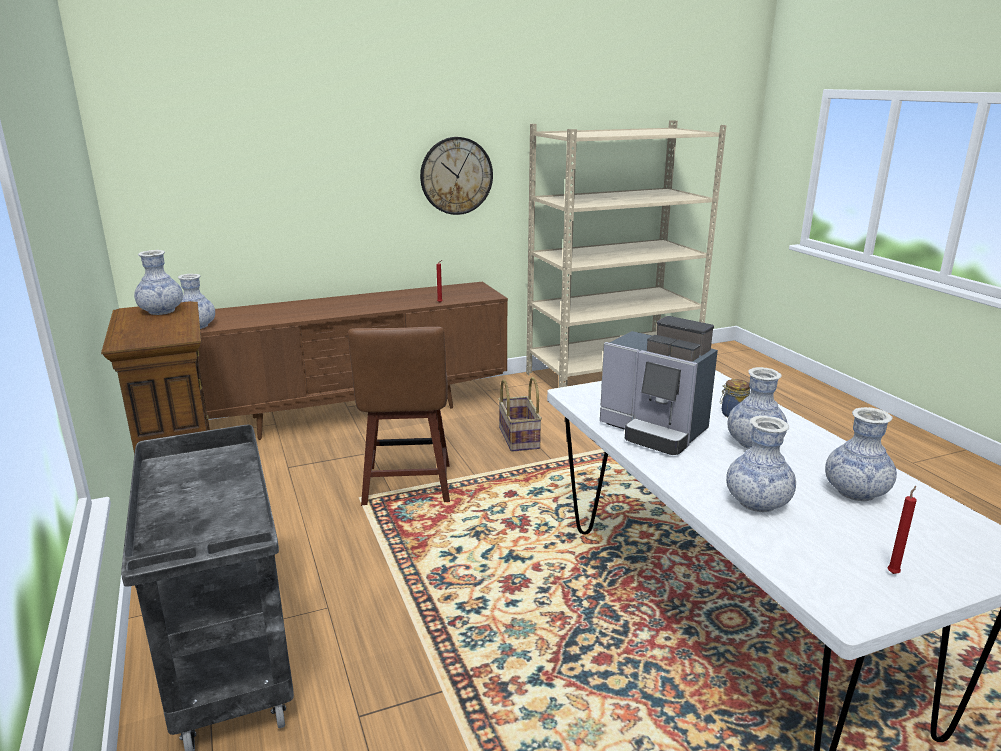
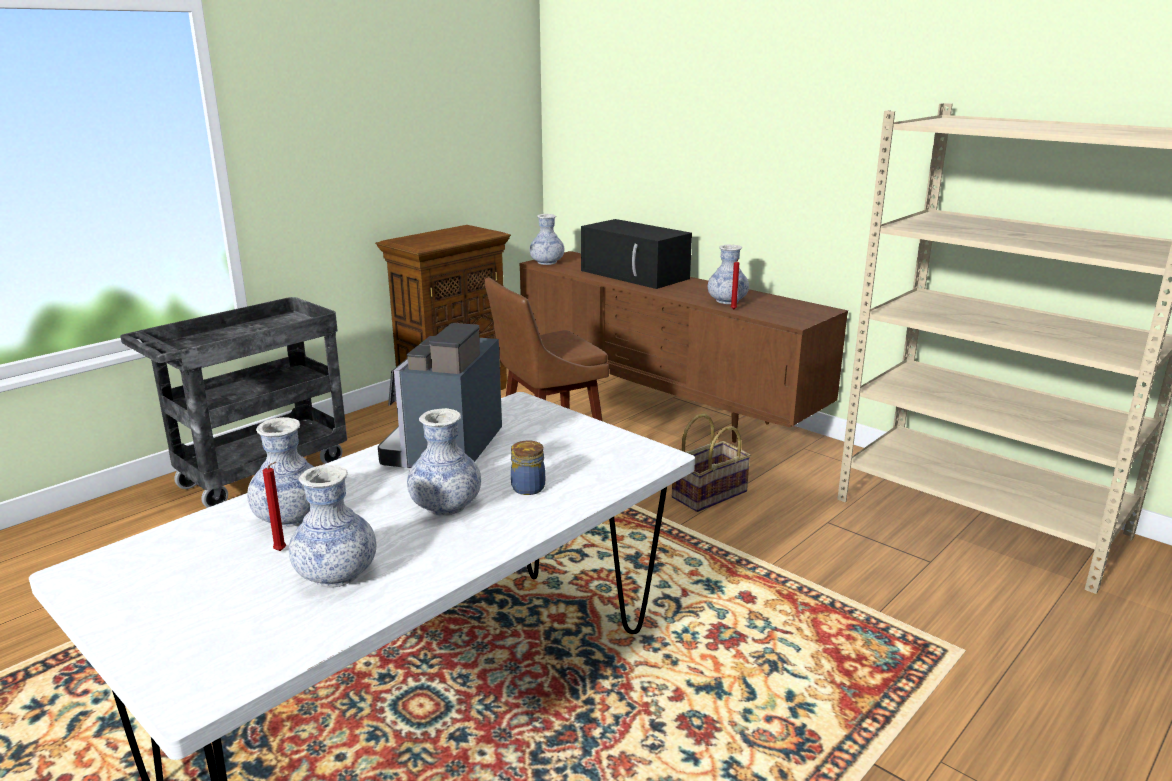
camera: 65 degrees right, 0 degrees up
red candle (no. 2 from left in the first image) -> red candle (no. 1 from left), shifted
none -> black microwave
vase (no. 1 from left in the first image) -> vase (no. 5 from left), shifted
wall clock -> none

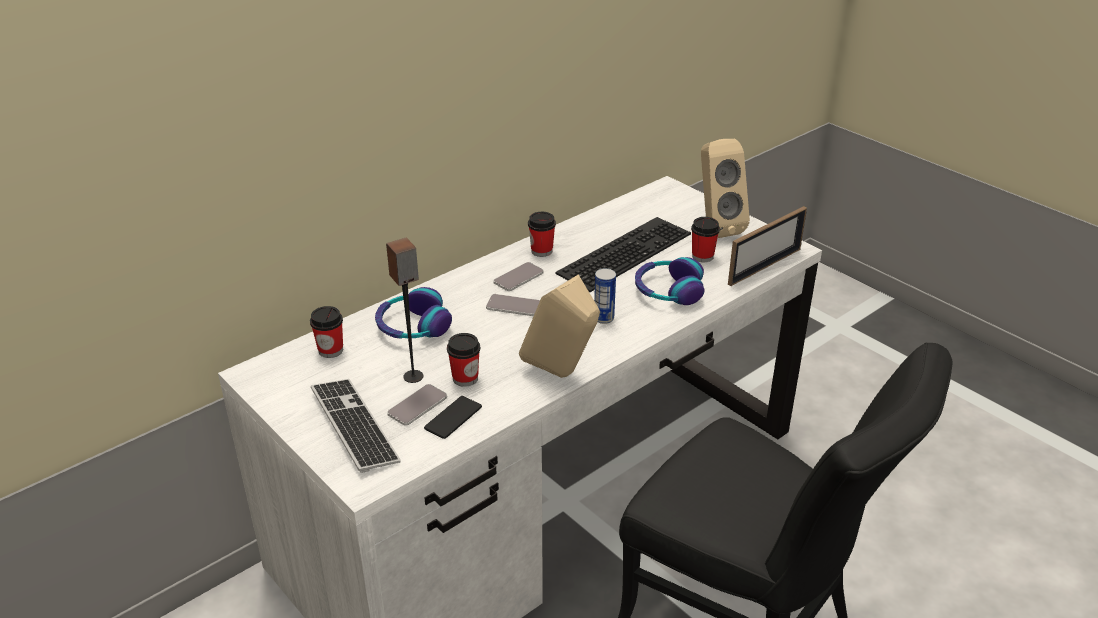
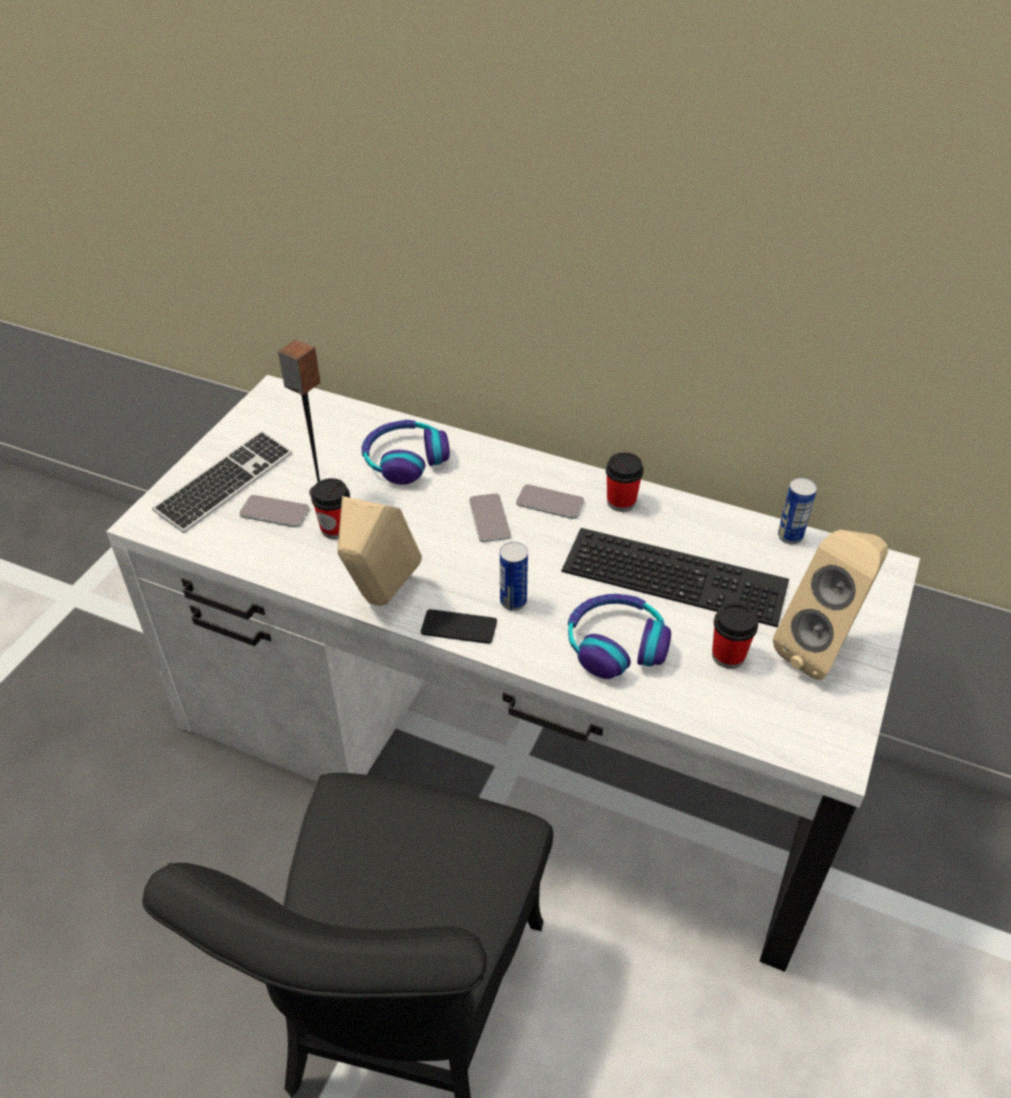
camera: 65 degrees right, 10 degrees up
phone (no. 2 from left), shifted
none -> can (no. 2 from left)
cup (no. 1 from left) -> none
picture frame -> none

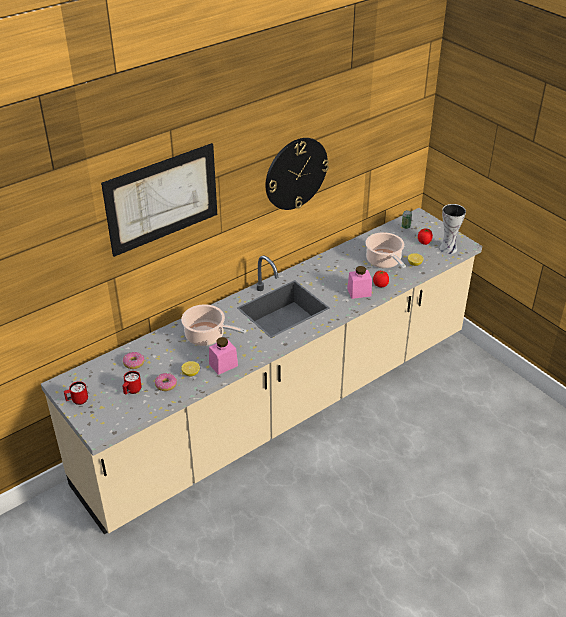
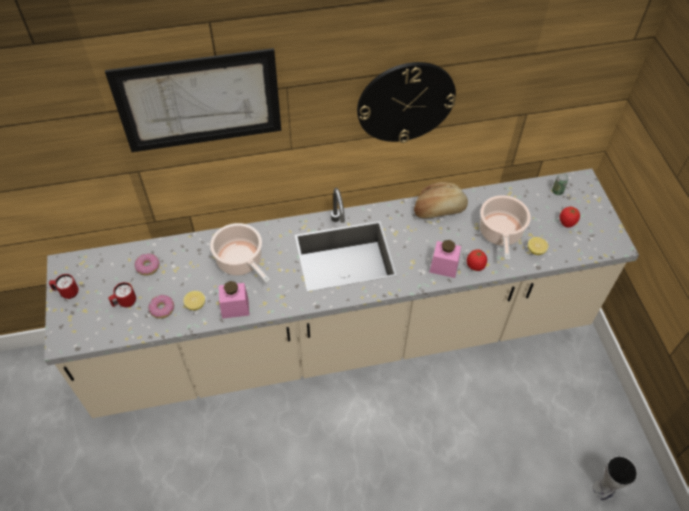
camera: 25 degrees right, 15 degrees up
none -> bread
vase, shifted

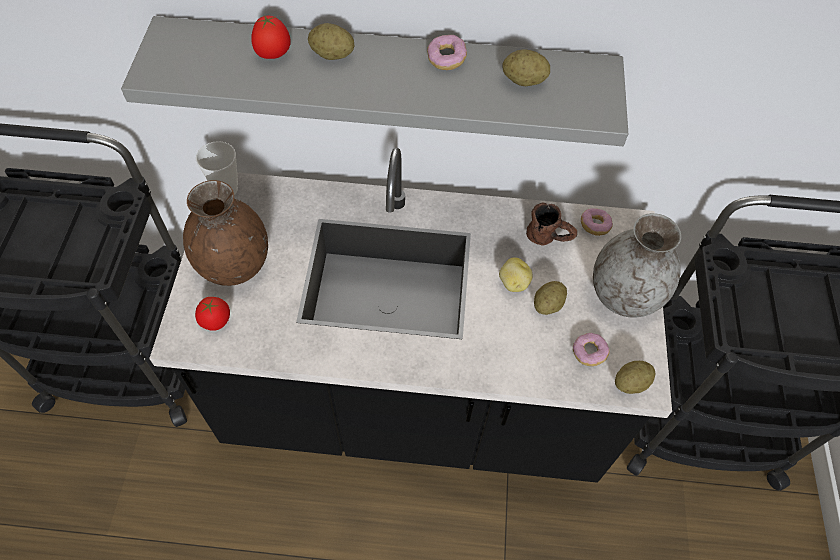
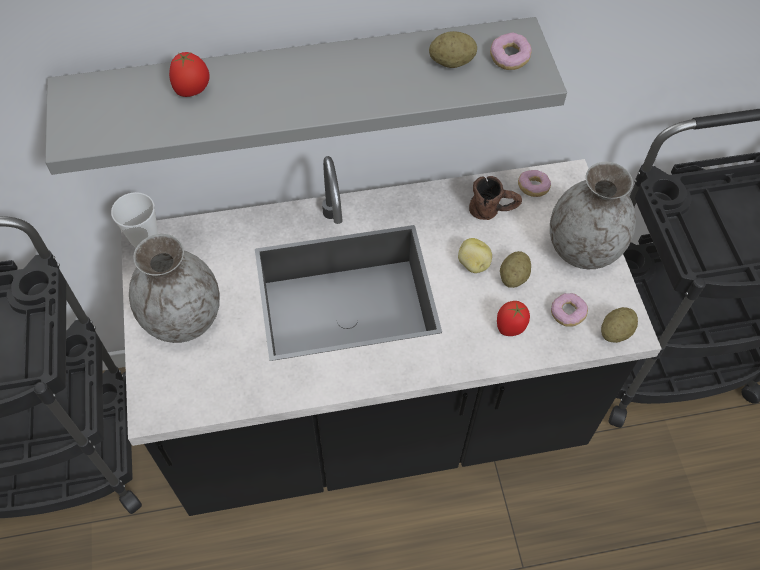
camera: 15 degrees left, 0 degrees up
brown vase -> grey vase (no. 1 from left)
donut (no. 1 from left), shifted
tomato (no. 1 from left in the first image) -> tomato (no. 2 from left), shifted
potato (no. 1 from left) -> none

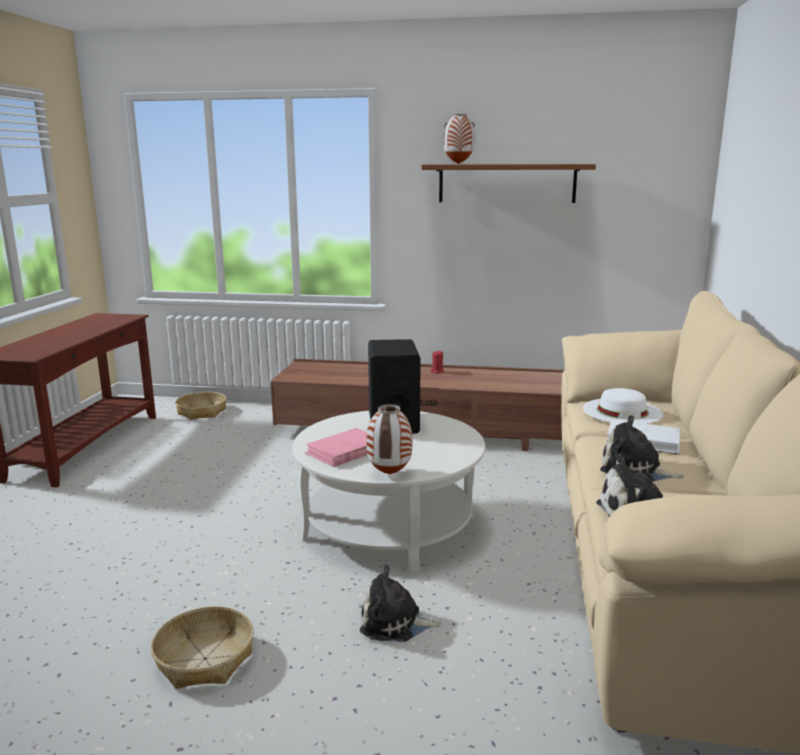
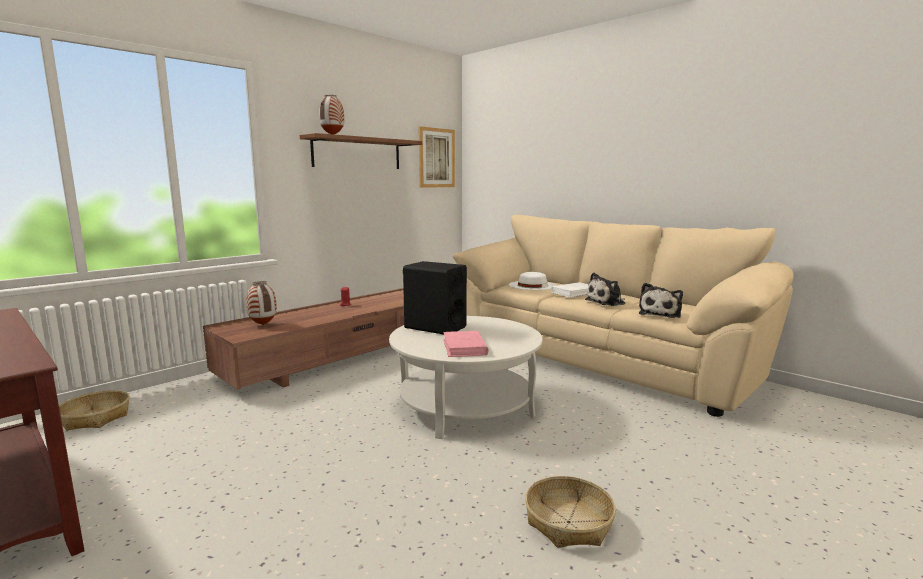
camera: 55 degrees left, 5 degrees down
vase (no. 1 from left), shifted
none -> picture
plush toy (no. 1 from left) -> none

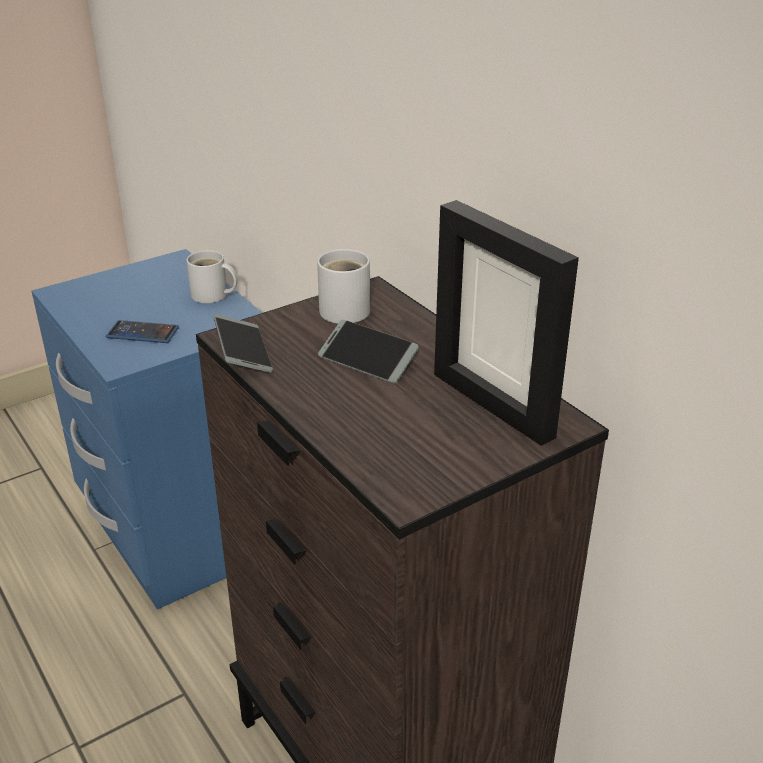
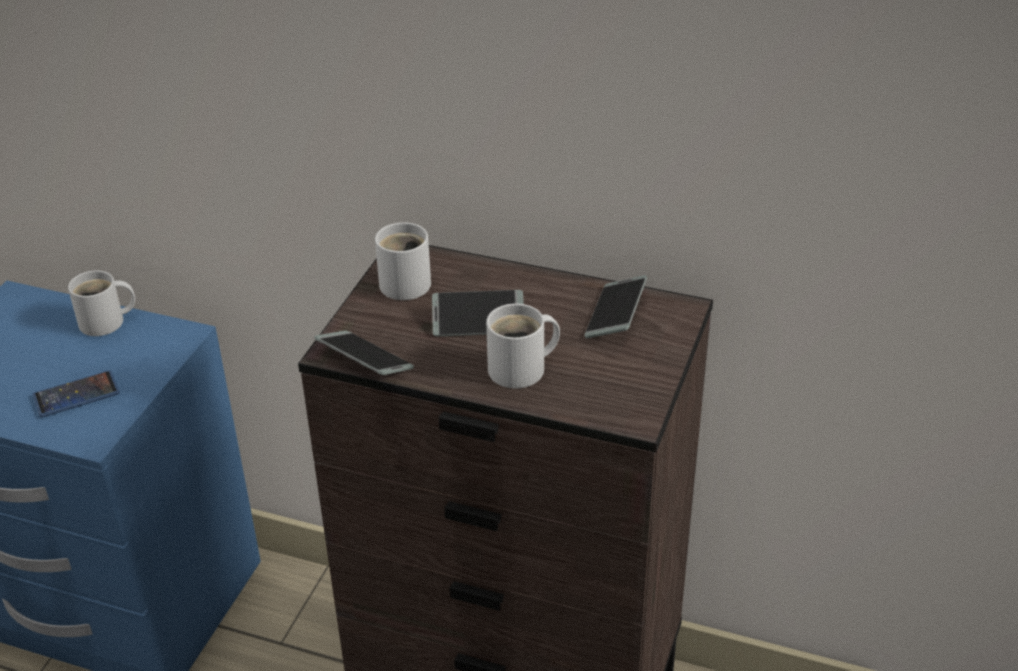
camera: 35 degrees left, 5 degrees up
none -> white mug (no. 3 from left)
picture frame -> phone (no. 4 from left)

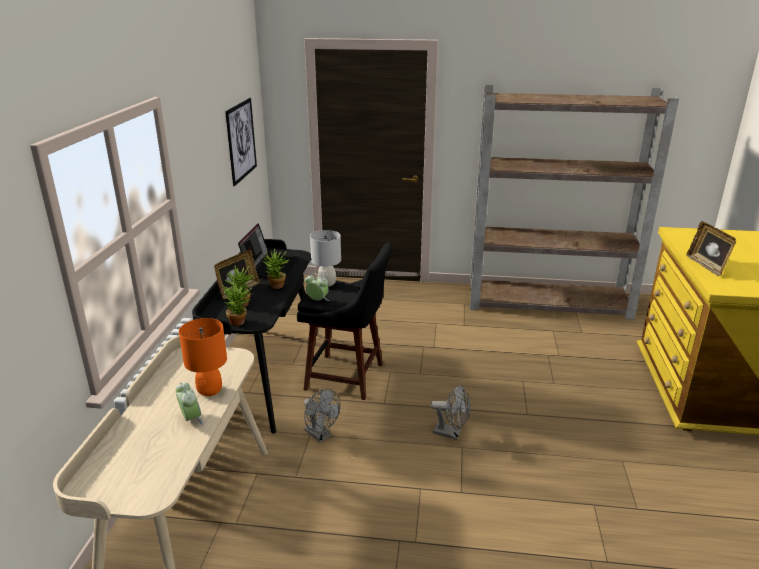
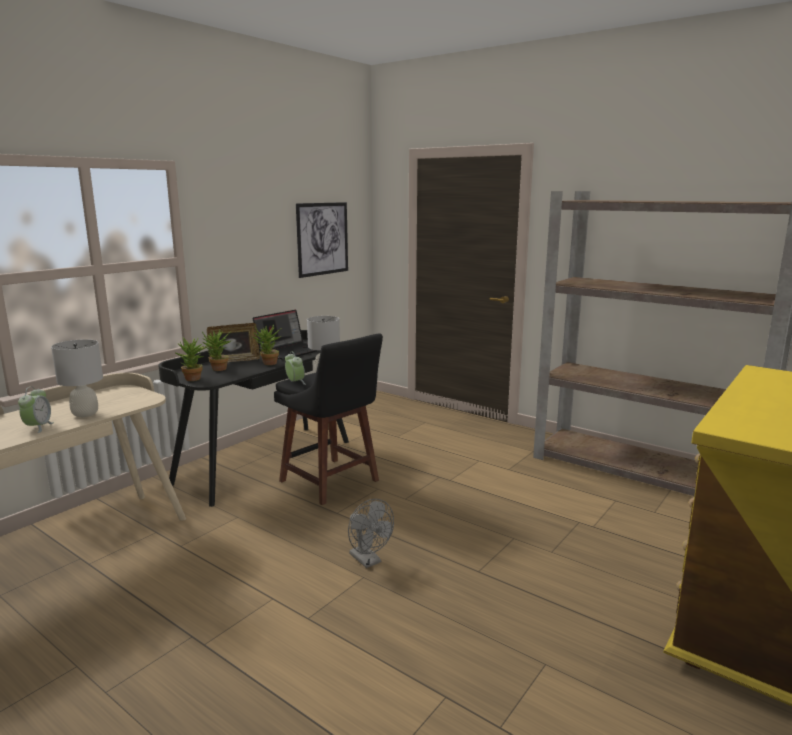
camera: 30 degrees right, 10 degrees down
orange table lamp -> grey table lamp (no. 1 from left)
grey fan (no. 1 from left) -> none
picture frame (no. 2 from left) -> none

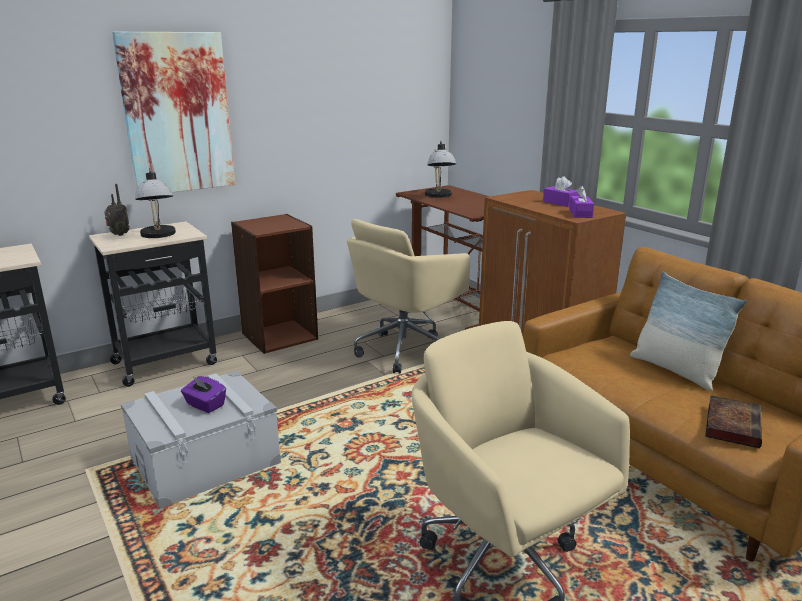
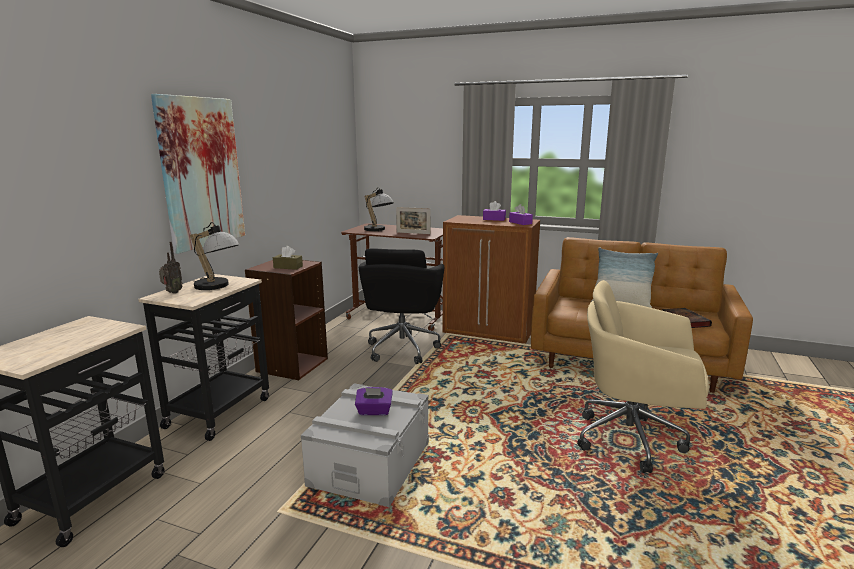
camera: 35 degrees left, 5 degrees down
none -> brown tissue box
beige office chair (no. 1 from left) -> black office chair
none -> picture frame

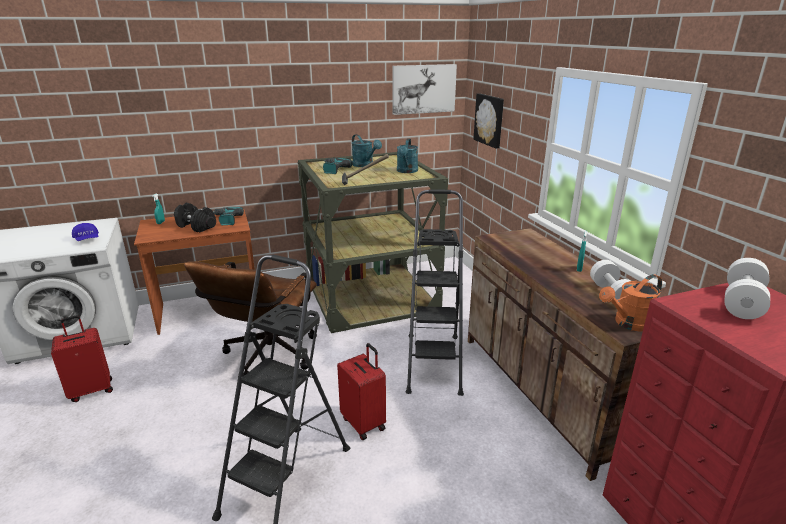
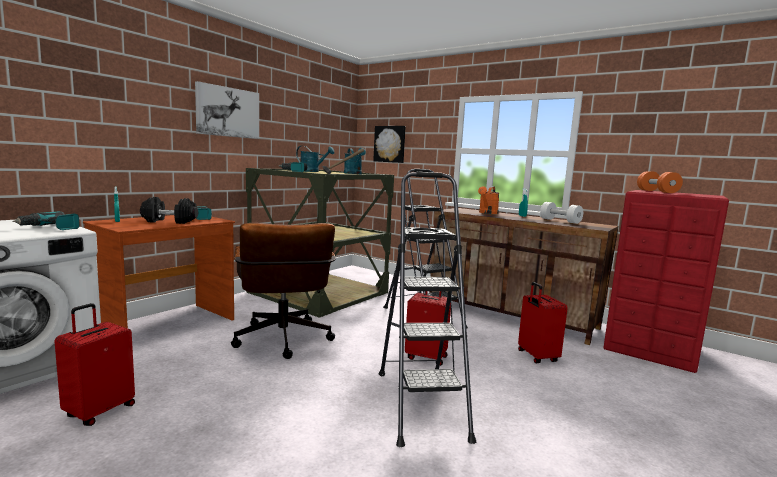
camera: 35 degrees left, 15 degrees down
blue cap -> power drill (no. 1 from left)
picture (no. 1 from left), shifted
orange watering can, shifted
none -> red suitcase (no. 3 from left)
white dumbbell (no. 2 from left) -> orange dumbbell

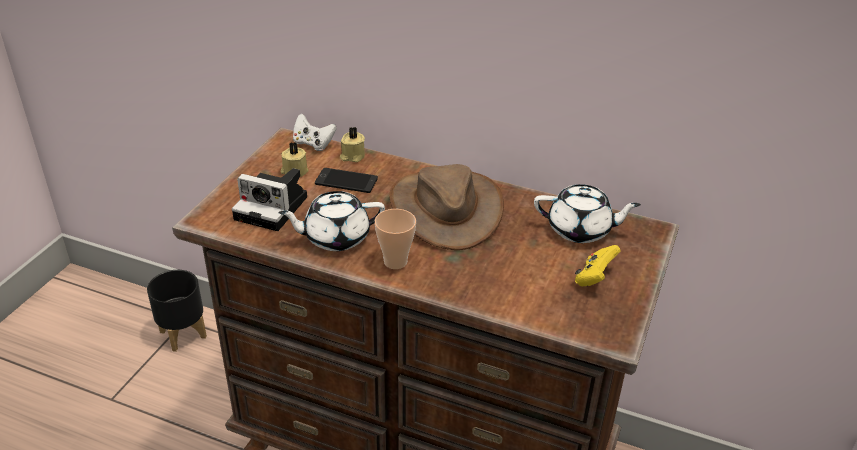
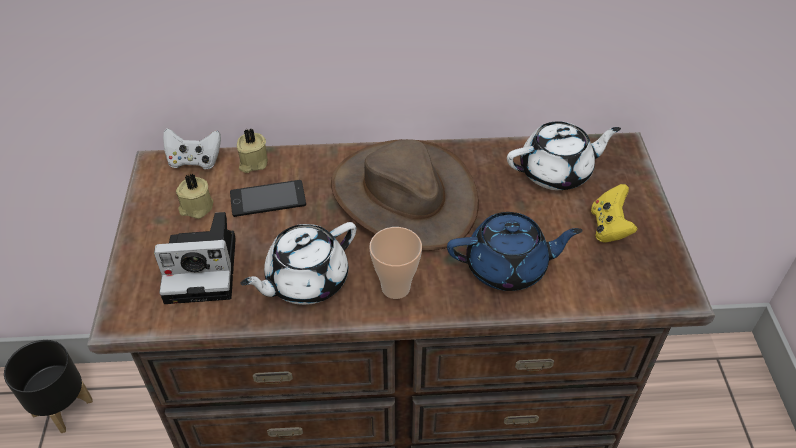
camera: 25 degrees left, 10 degrees up
none -> blue teapot

